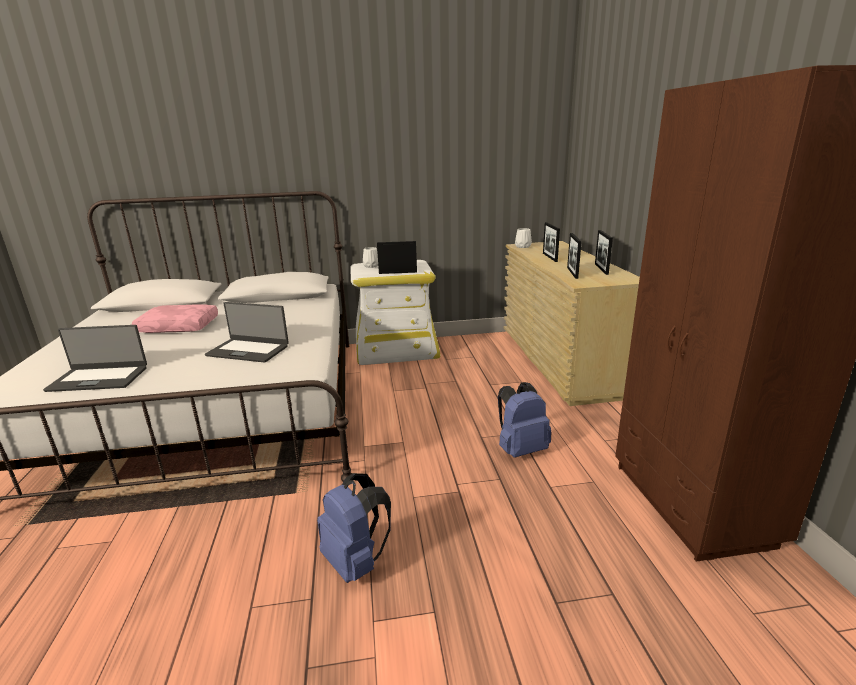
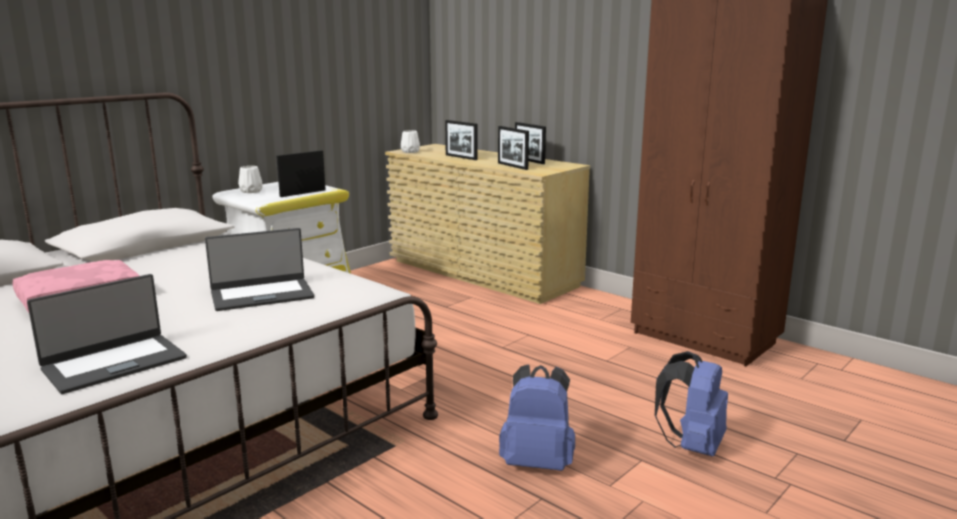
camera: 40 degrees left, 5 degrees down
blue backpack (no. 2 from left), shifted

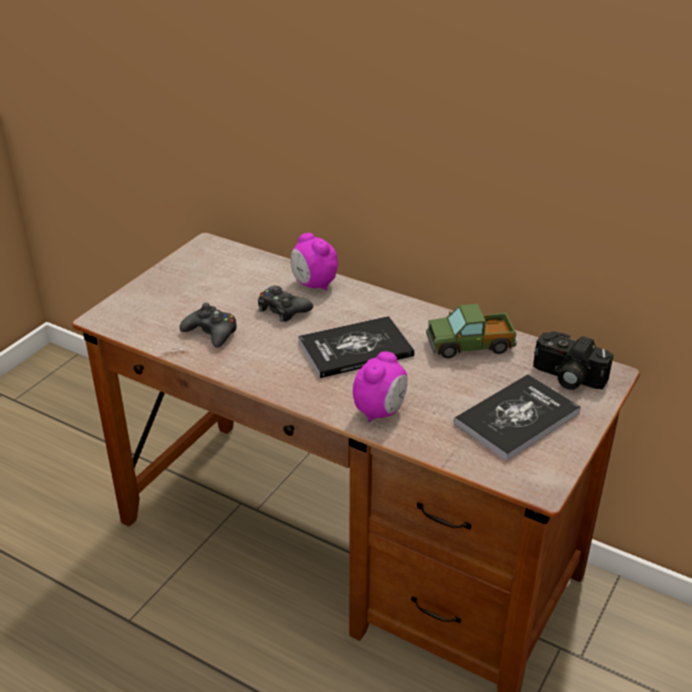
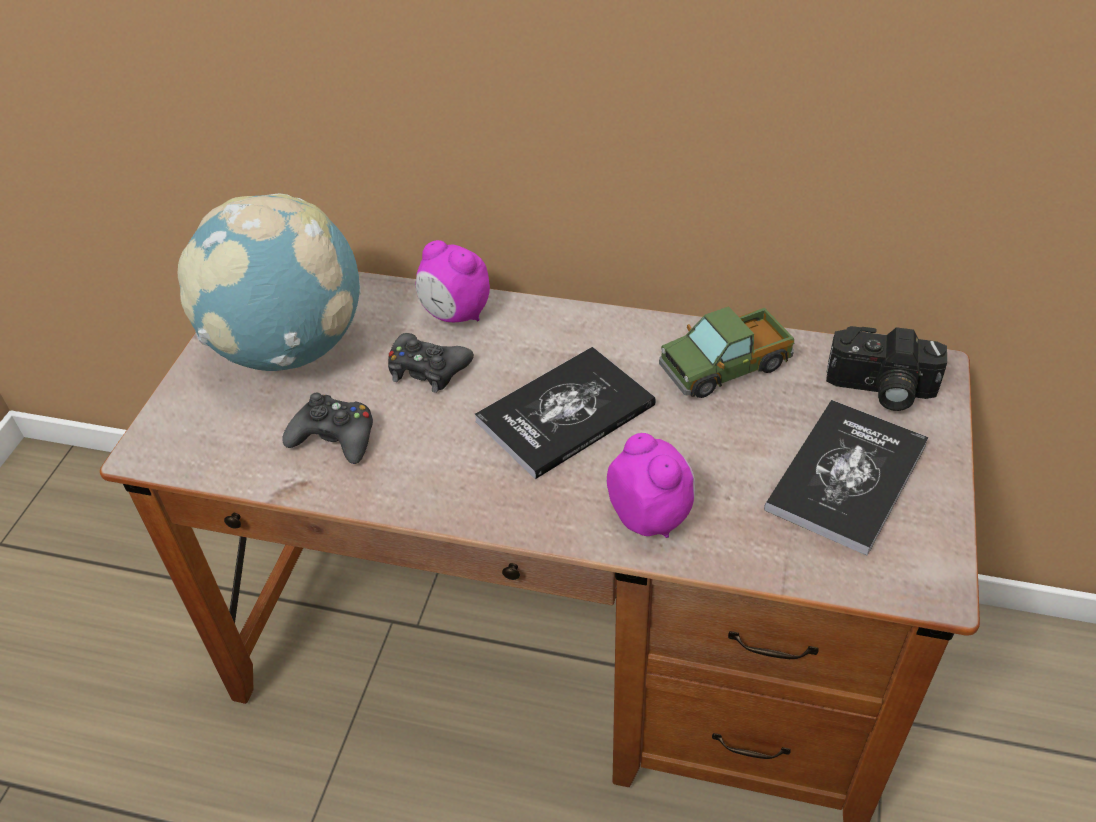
camera: 15 degrees left, 10 degrees up
none -> globe
alarm clock (no. 2 from left), 45 degrees counterclockwise

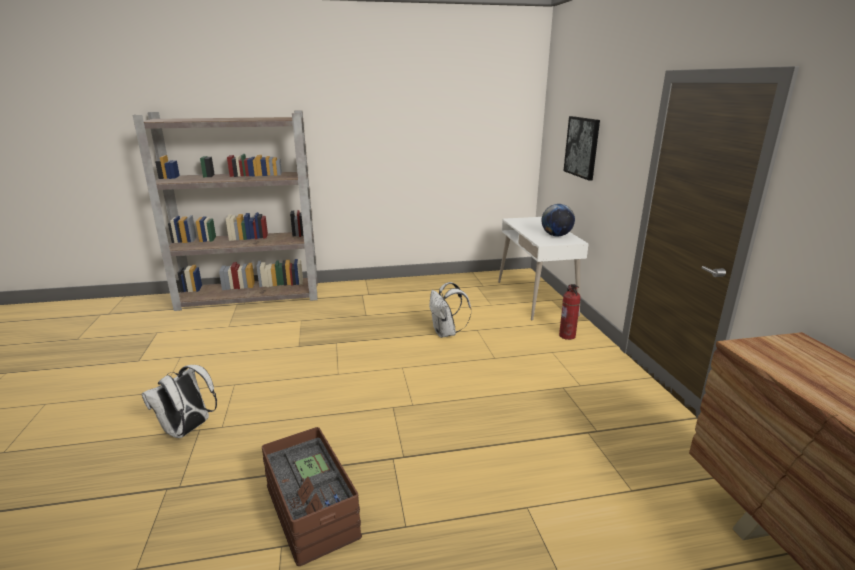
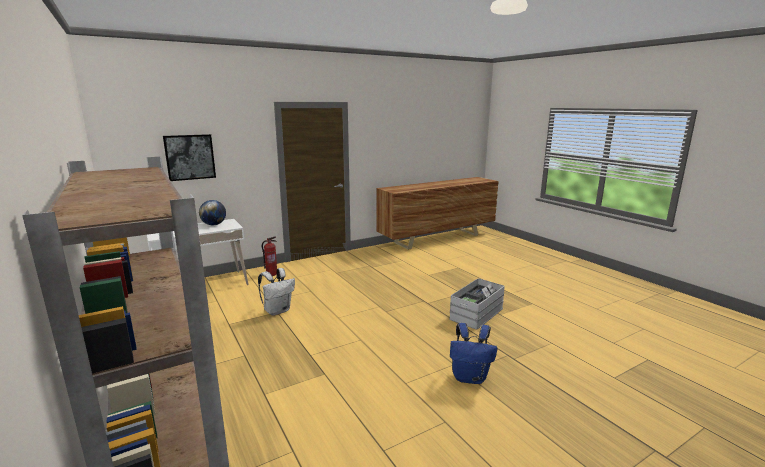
camera: 110 degrees left, 5 degrees down
brown storage box -> grey storage box
white backpack (no. 1 from left) -> blue backpack

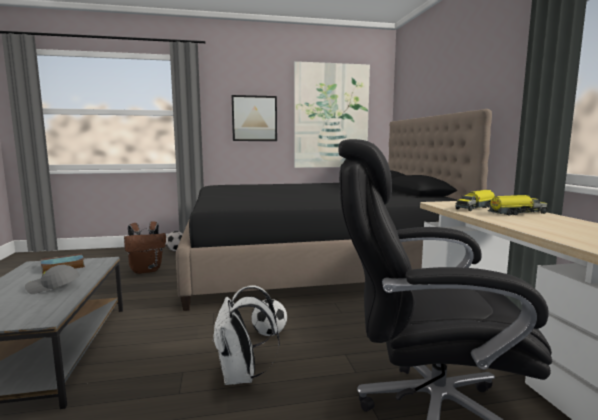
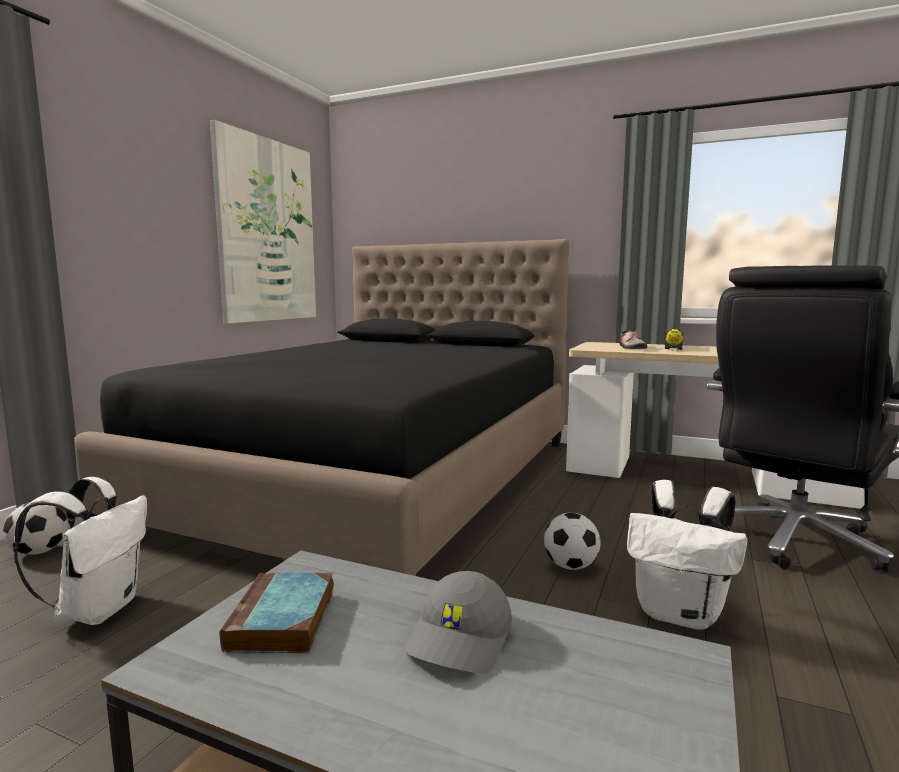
camera: 55 degrees left, 0 degrees up
brown backpack -> white backpack (no. 1 from left)
toy truck (no. 1 from left) -> shoe
picture (no. 1 from left) -> none

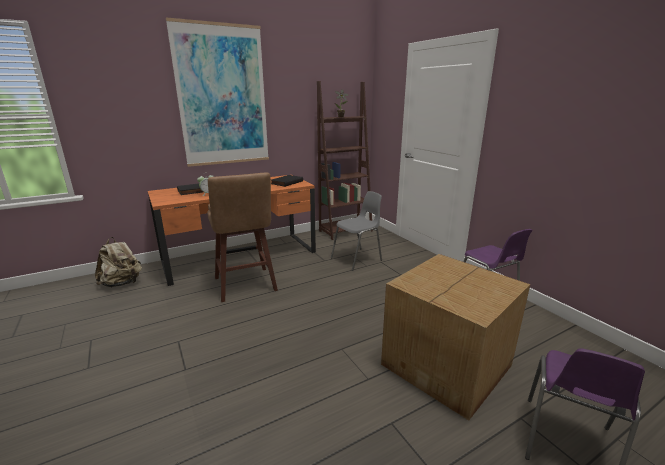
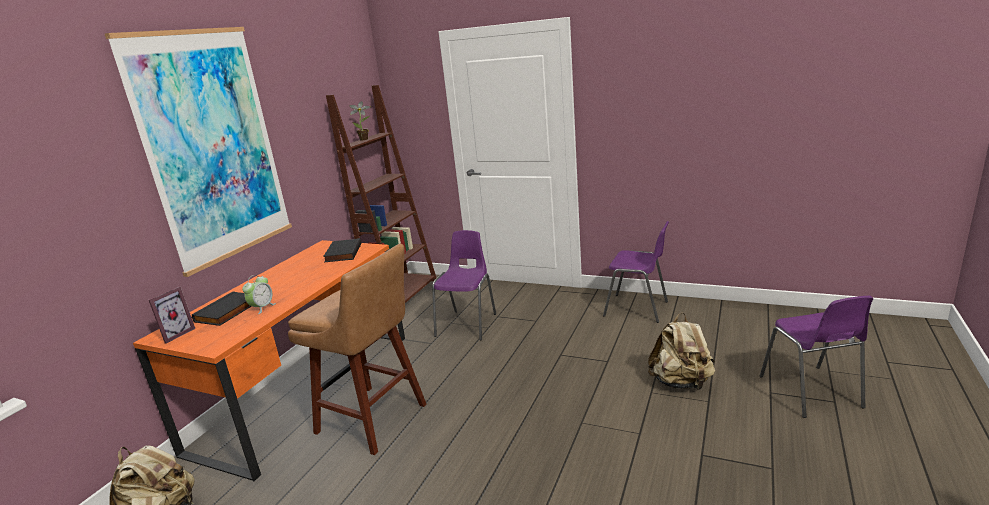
camera: 35 degrees left, 0 degrees up
none -> picture frame
grey chair -> purple chair (no. 1 from left)
cardboard box -> beige backpack (no. 2 from left)

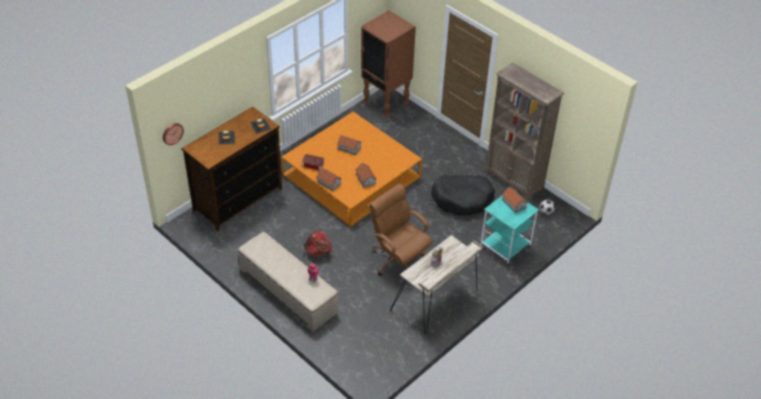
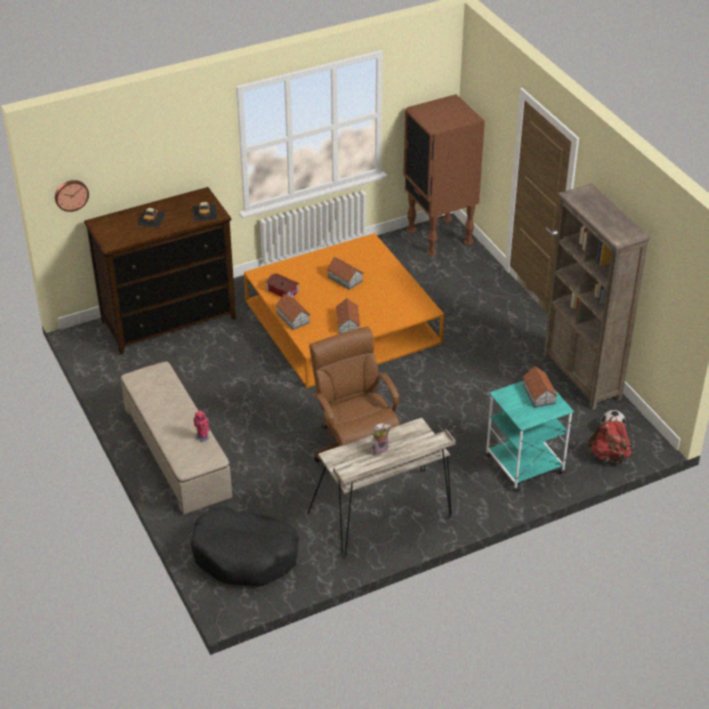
camera: 20 degrees right, 5 degrees down
black dog bed, shifted
red backpack, shifted

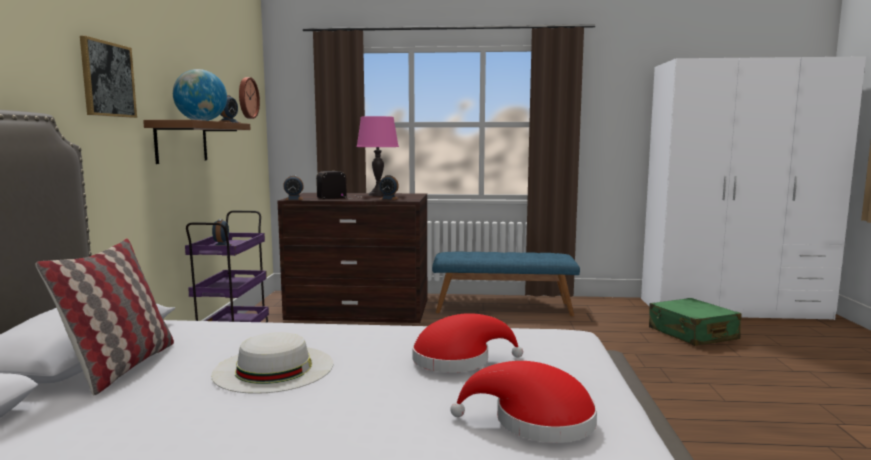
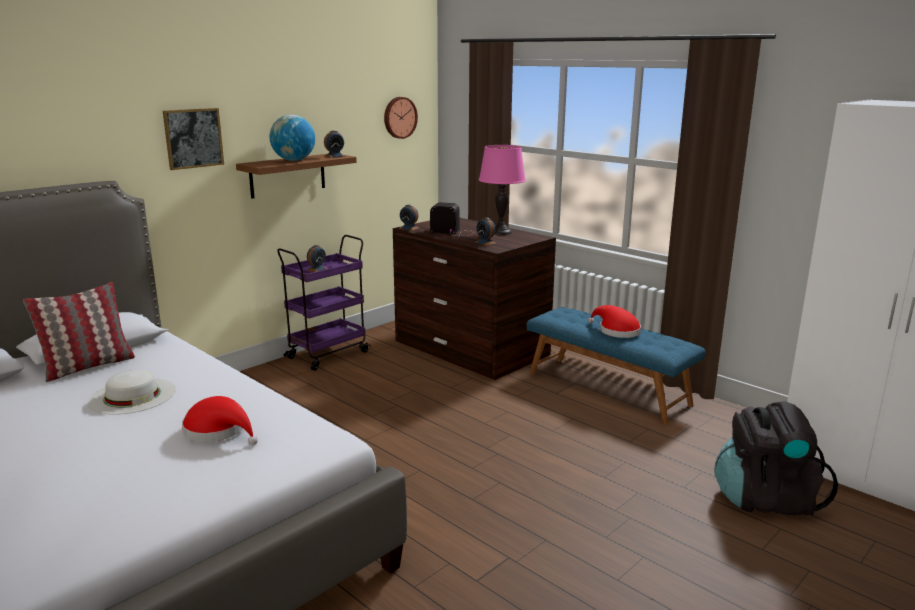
camera: 40 degrees right, 10 degrees up
red hat (no. 2 from left), shifted
green suitcase -> black backpack

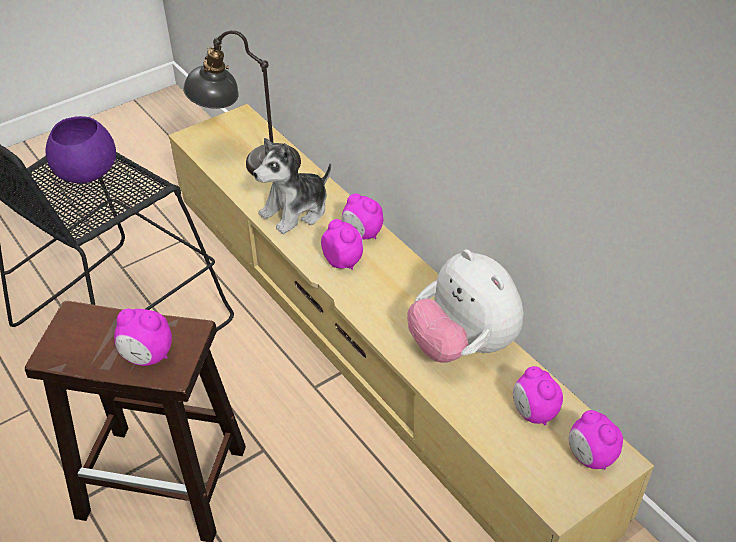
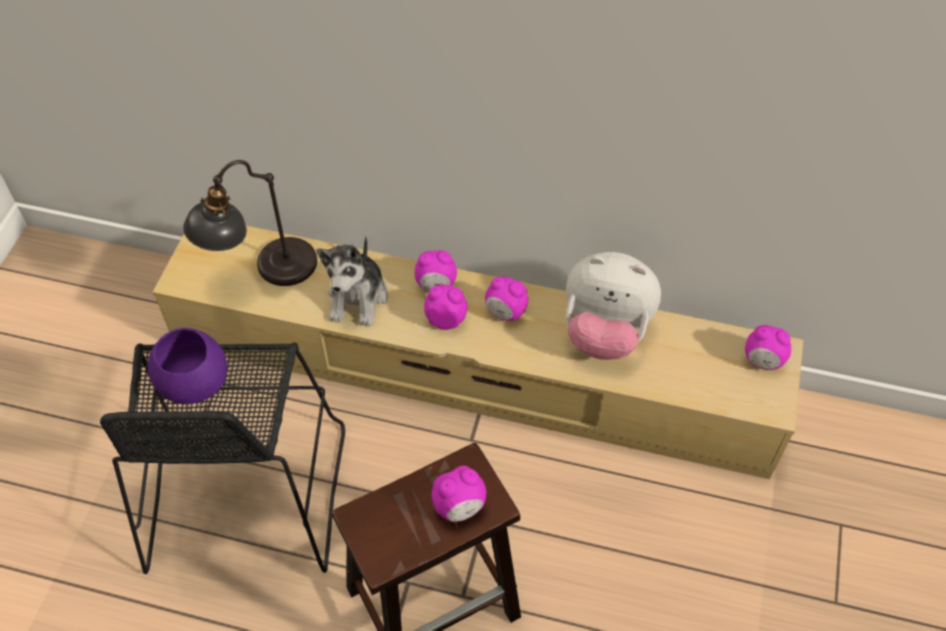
camera: 40 degrees left, 10 degrees up
alarm clock (no. 4 from left), shifted

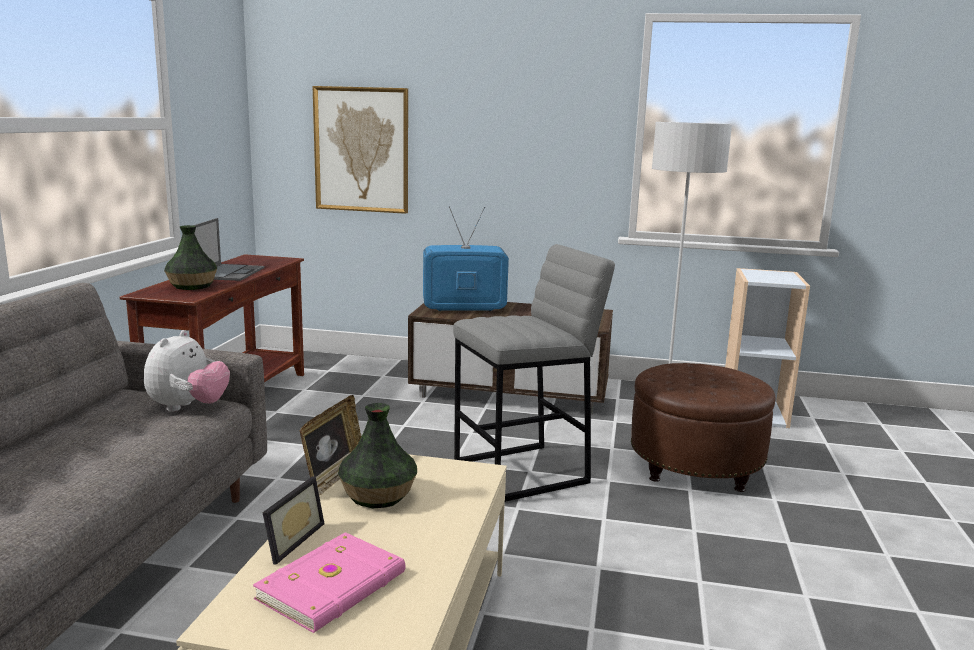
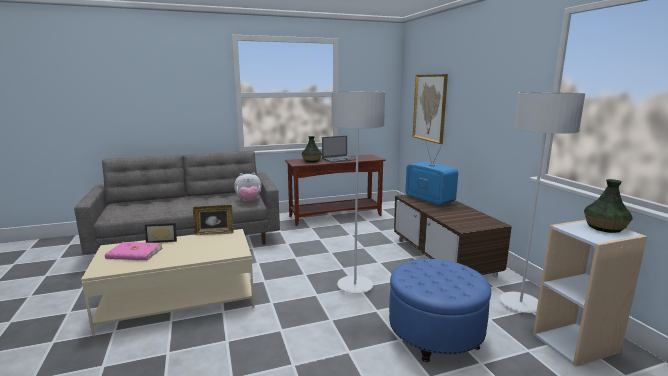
camera: 60 degrees right, 0 degrees up
grey stool -> grey floor lamp (no. 1 from left)
brown ottoman -> blue ottoman
vase (no. 2 from left), shifted

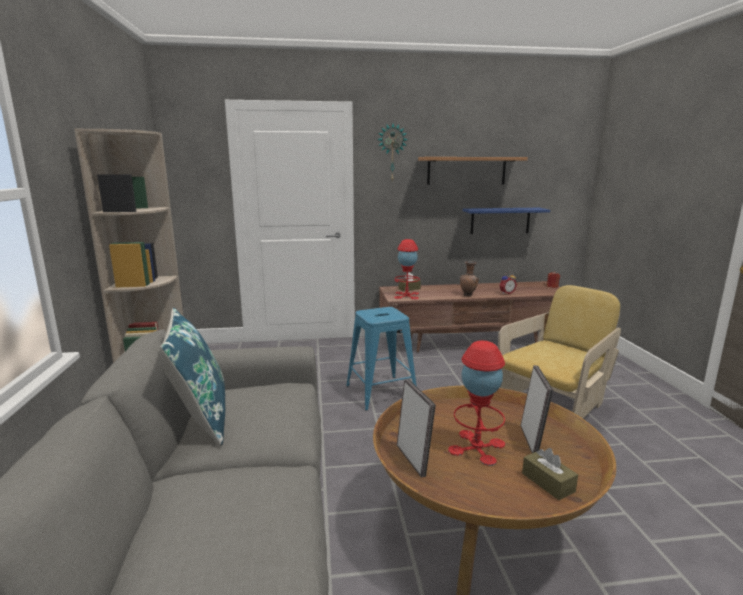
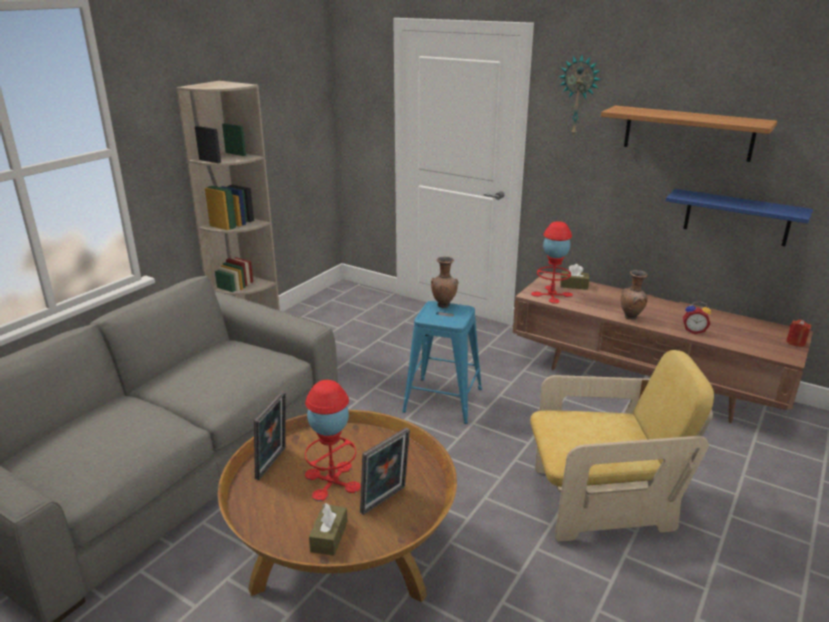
camera: 40 degrees right, 10 degrees up
none -> brown vase (no. 1 from left)
blue pillow -> none

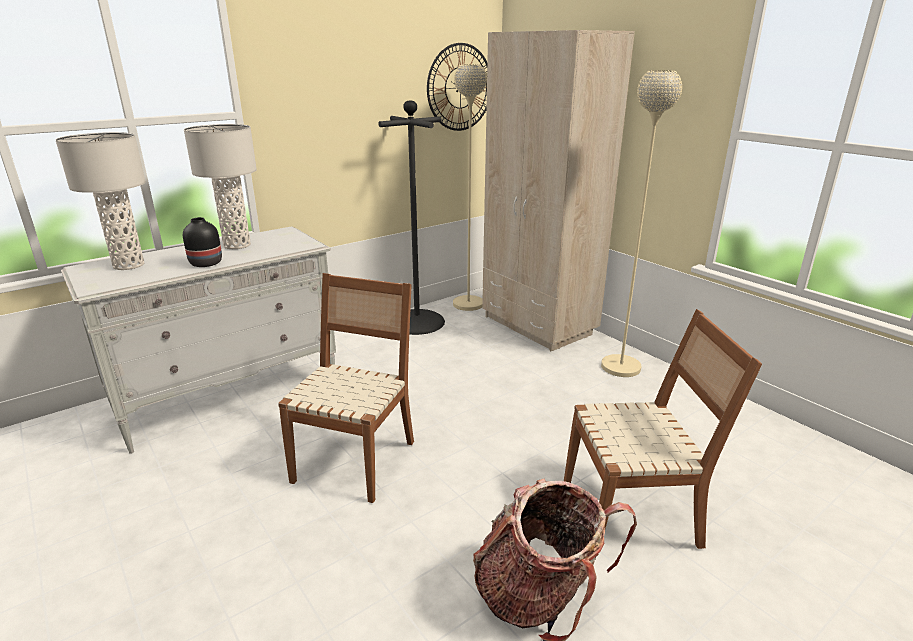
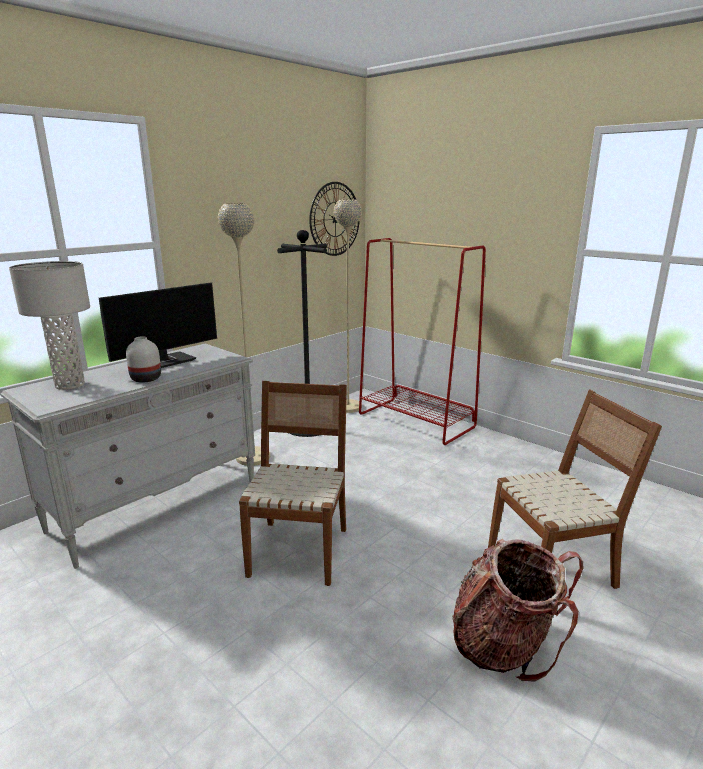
camera: 10 degrees left, 5 degrees down
white table lamp (no. 2 from left) -> monitor
black vase -> white vase
beige floor lamp (no. 2 from left in the first image) -> beige floor lamp (no. 1 from left), shifted
beige wardrobe -> red clothes rack

